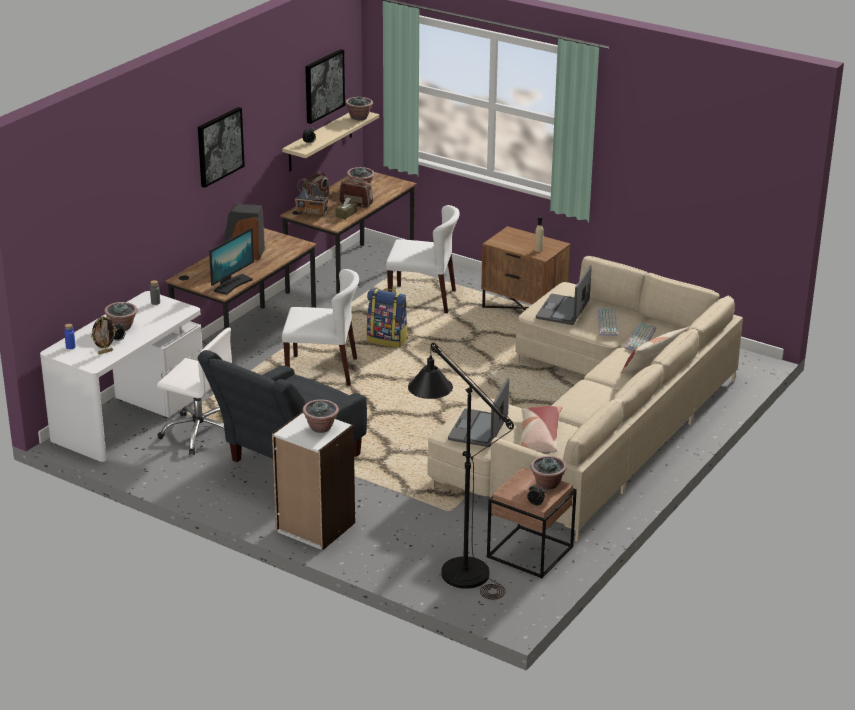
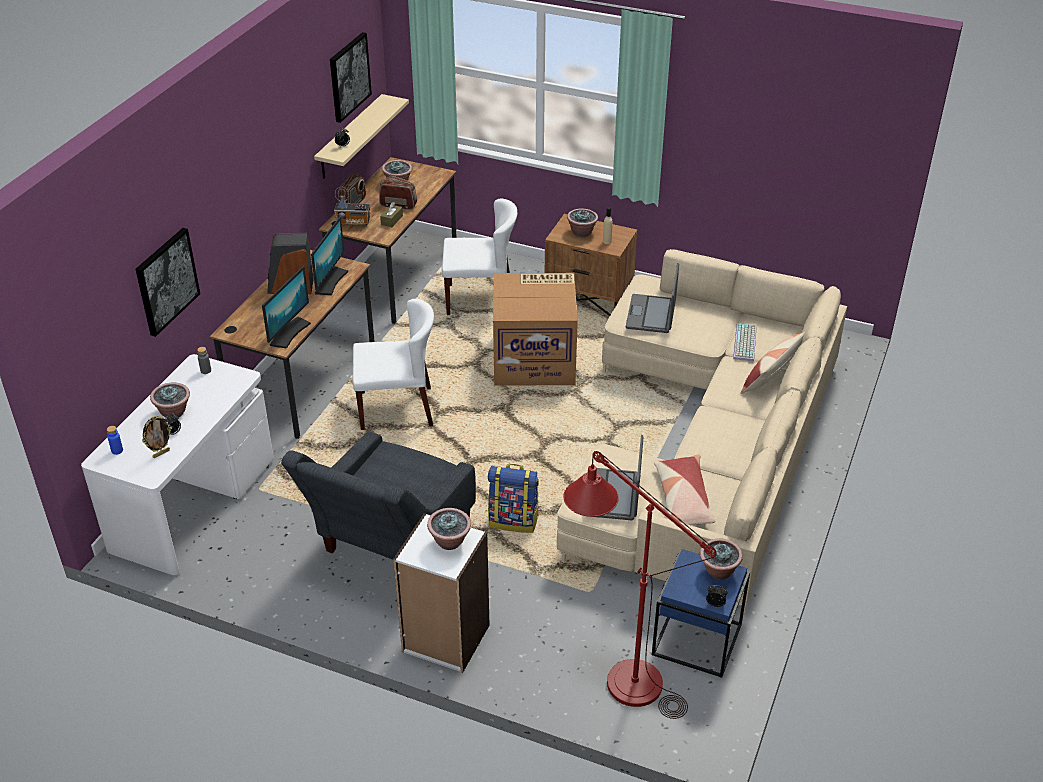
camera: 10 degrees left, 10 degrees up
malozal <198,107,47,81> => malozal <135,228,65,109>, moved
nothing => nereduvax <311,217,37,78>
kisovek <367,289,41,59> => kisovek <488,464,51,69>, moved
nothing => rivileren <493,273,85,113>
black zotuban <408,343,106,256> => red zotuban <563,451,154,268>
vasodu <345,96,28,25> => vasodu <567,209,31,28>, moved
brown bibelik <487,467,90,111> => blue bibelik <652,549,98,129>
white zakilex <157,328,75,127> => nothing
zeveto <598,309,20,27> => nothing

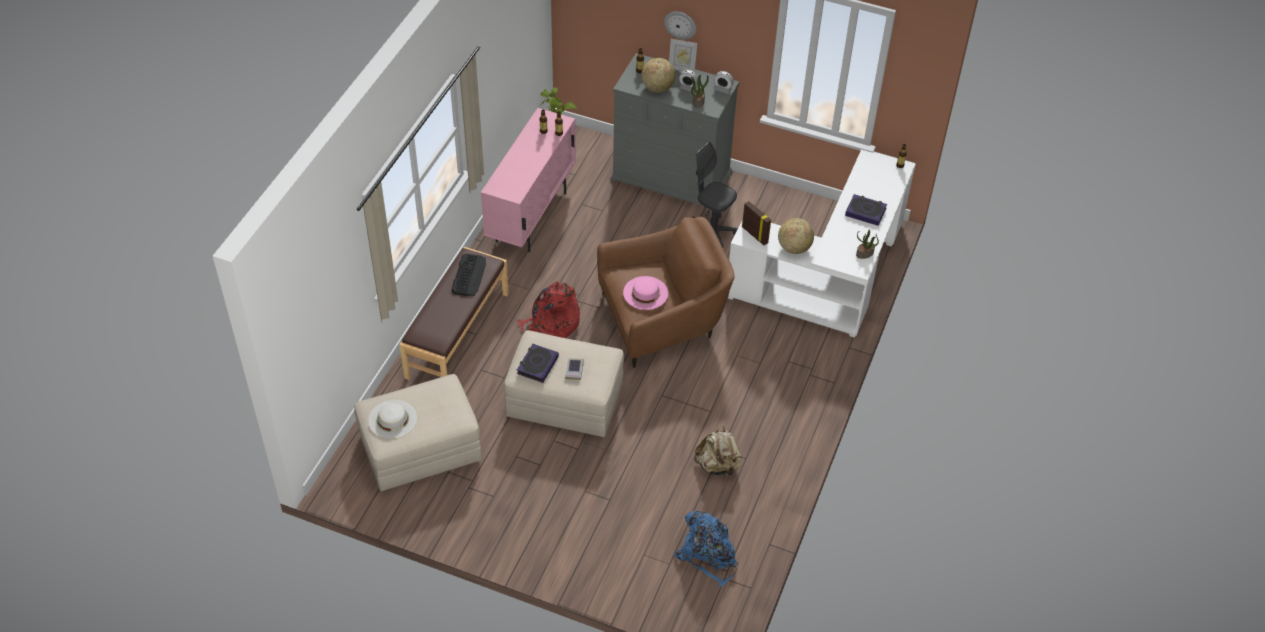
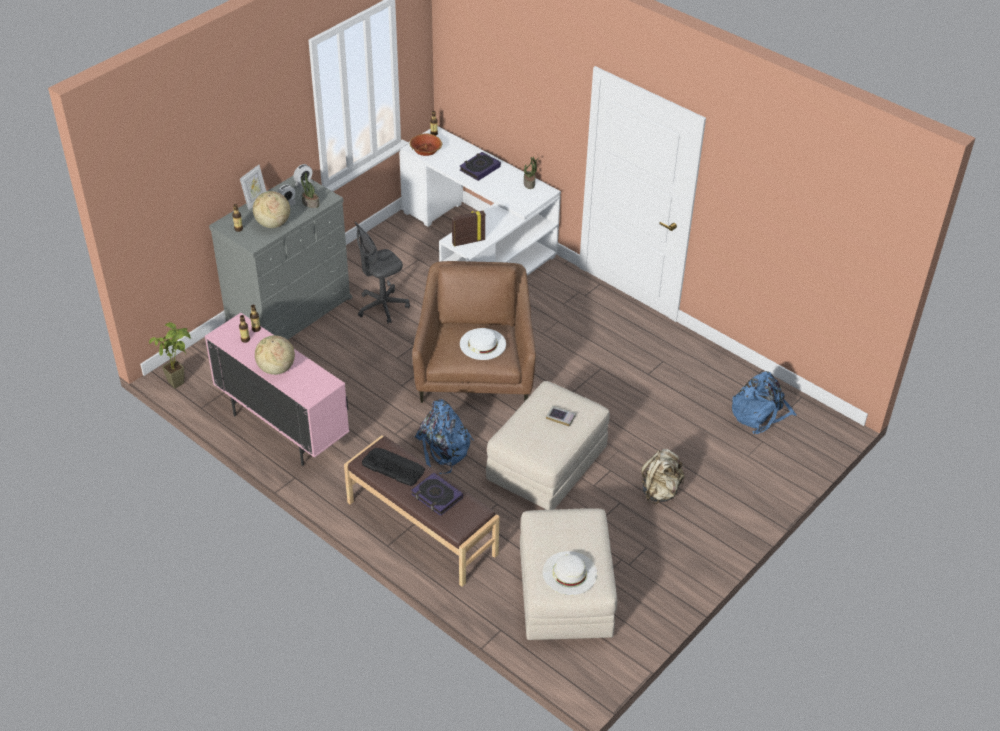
camera: 70 degrees left, 5 degrees down
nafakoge <778,218,36,36> => nafakoge <255,335,40,40>, moved
nothing => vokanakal <410,133,32,23>
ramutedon <517,344,42,39> => ramutedon <411,472,52,44>, moved
red kisovek <517,281,63,57> => blue kisovek <415,399,59,75>
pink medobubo <623,276,45,34> => white medobubo <460,328,46,32>
beige kisovek <694,426,48,51> => beige kisovek <641,449,43,55>, moved
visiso <664,12,32,28> => nothing

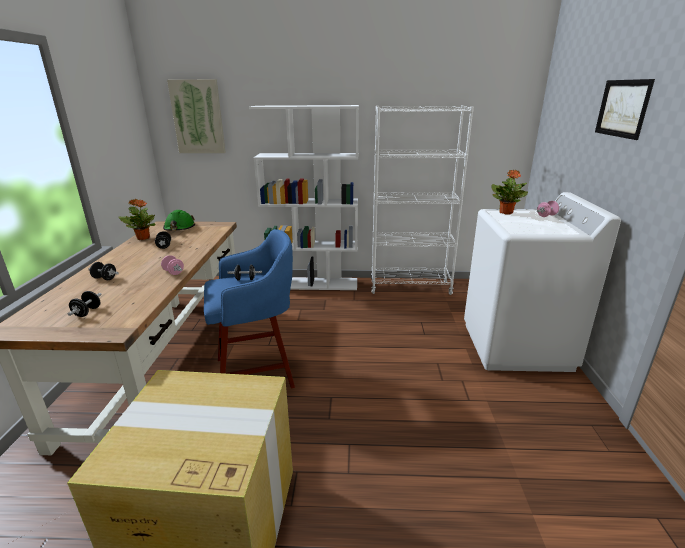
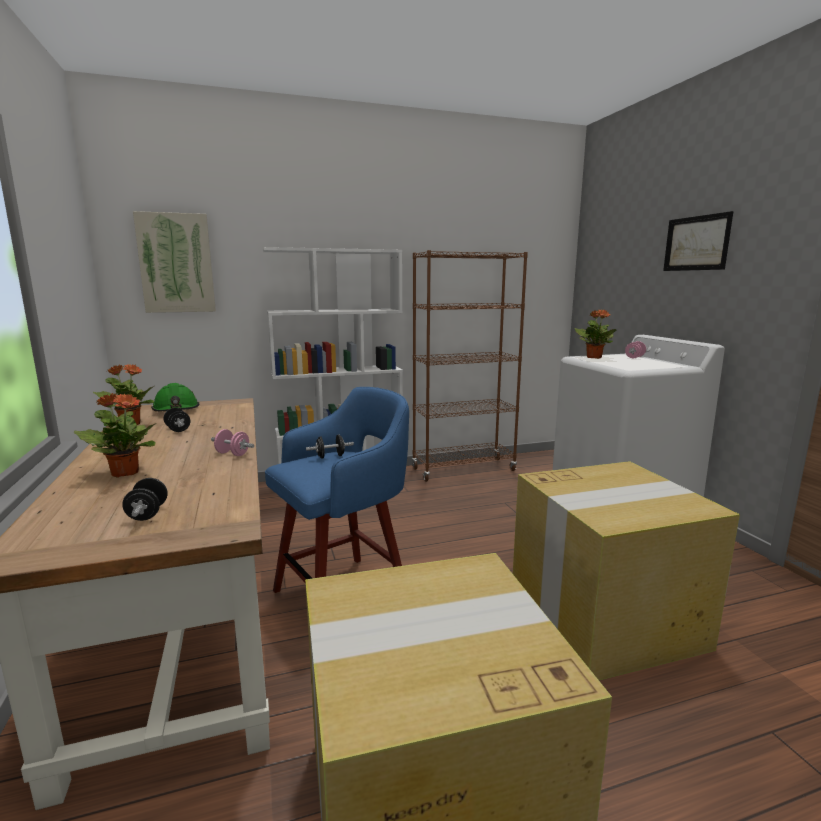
camera: 20 degrees left, 10 degrees down
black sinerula <88,262,31,18> => vasodu <74,393,82,84>
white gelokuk <371,105,103,190> => brown gelokuk <412,250,116,232>
nothing => rivileren <513,461,227,219>

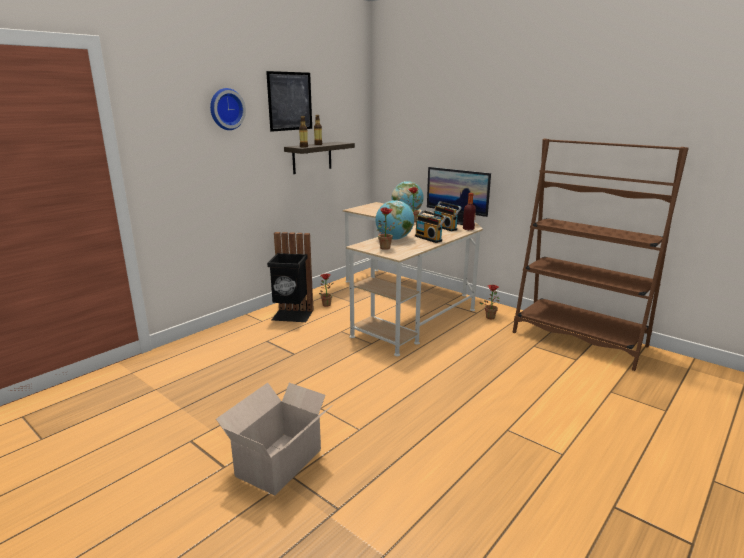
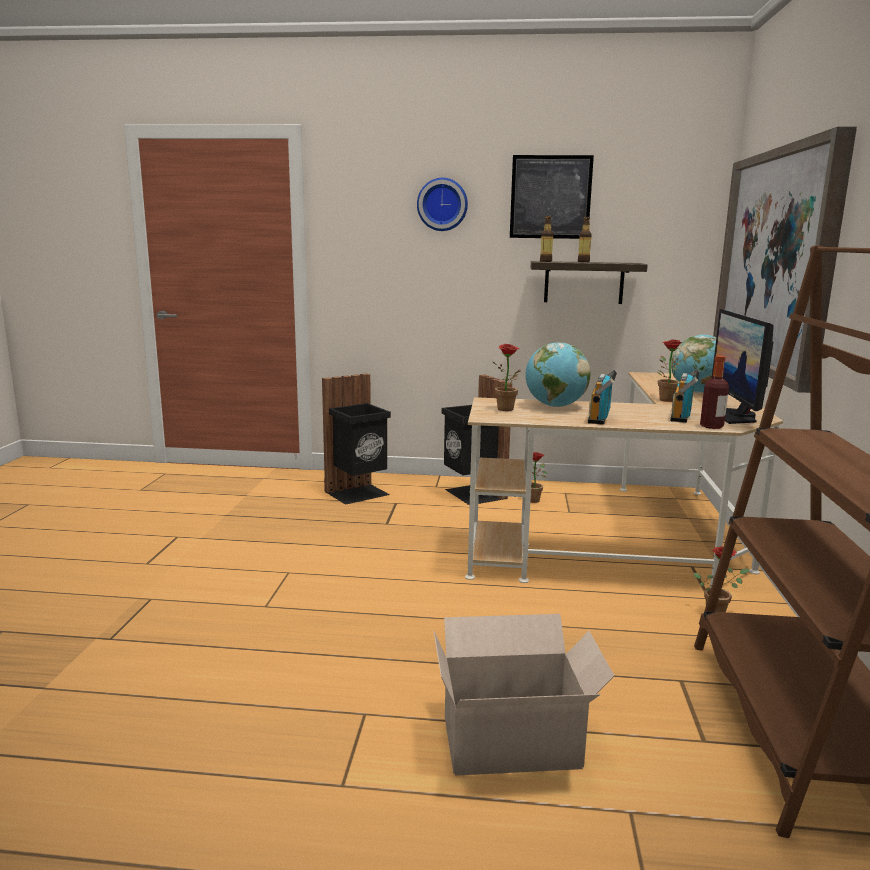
camera: 55 degrees right, 5 degrees down
nothing => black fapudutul <322,373,69,132>
rivileren <216,383,117,112> => rivileren <434,614,180,162>, moved
nothing => malozal <713,127,144,266>

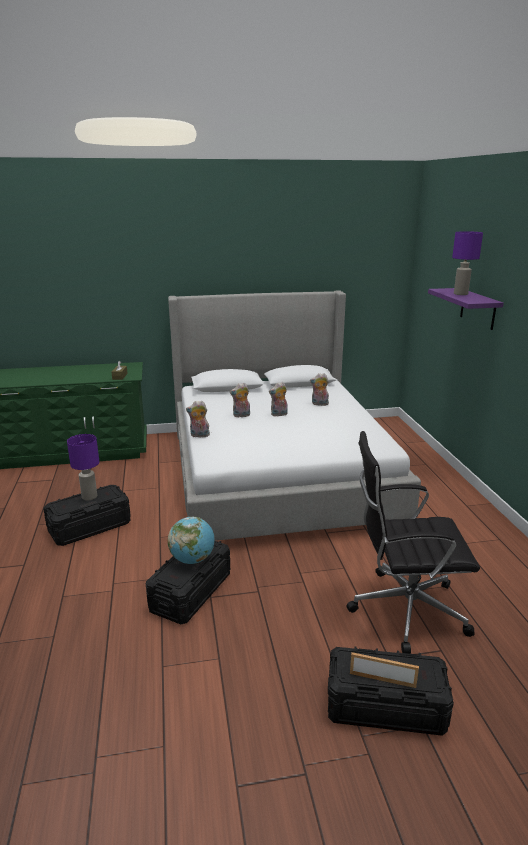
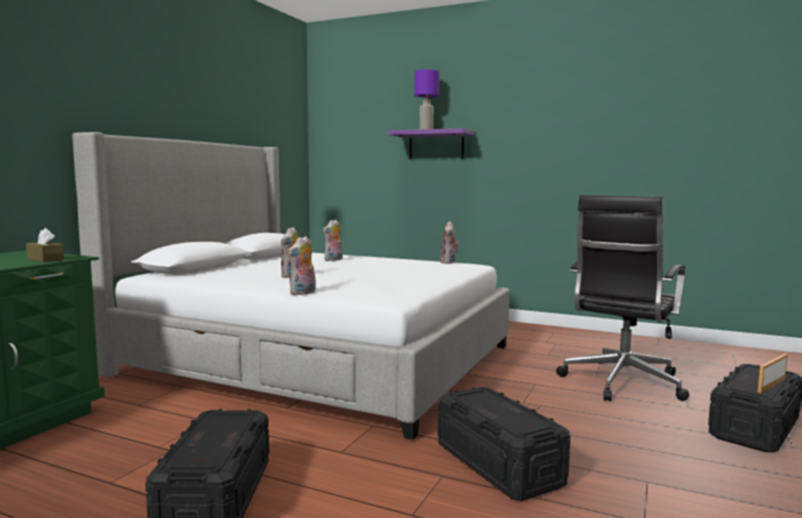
camera: 55 degrees left, 15 degrees down
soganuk <269,382,19,35> => soganuk <440,221,19,43>, moved
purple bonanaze <67,434,32,66> => nothing
nafakoge <168,517,46,47> => nothing

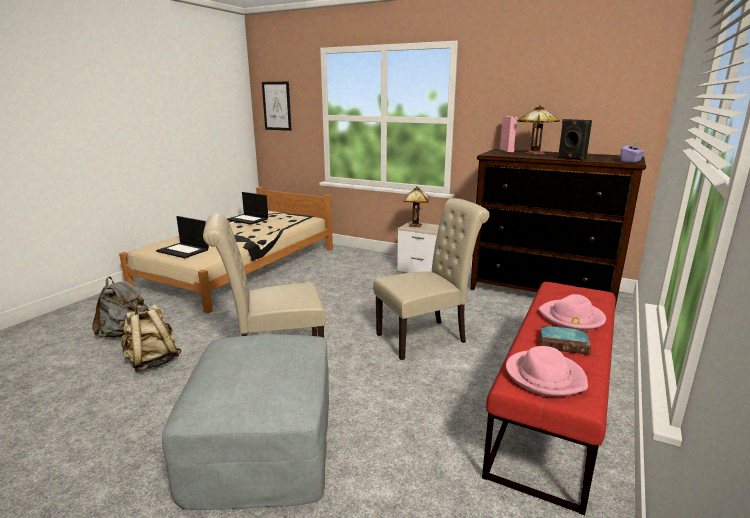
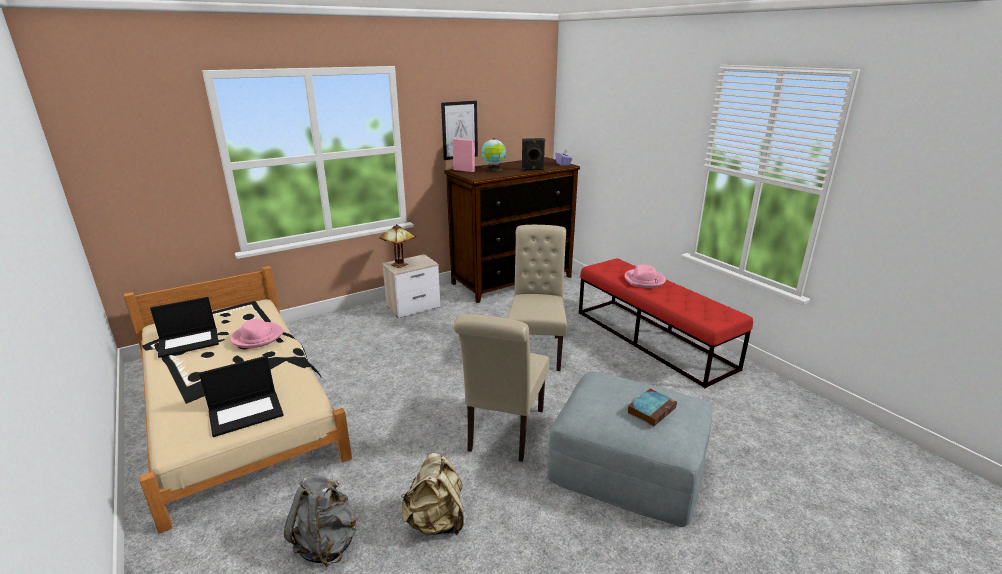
camera: 60 degrees left, 5 degrees up
pink medobubo <506,346,82,51> => pink medobubo <230,319,54,29>, moved
malozal <262,82,30,49> => malozal <441,101,37,59>, moved
bonanaze <517,105,43,50> => nafakoge <481,138,25,33>
ramutedon <539,325,52,30> => ramutedon <627,389,50,37>, moved

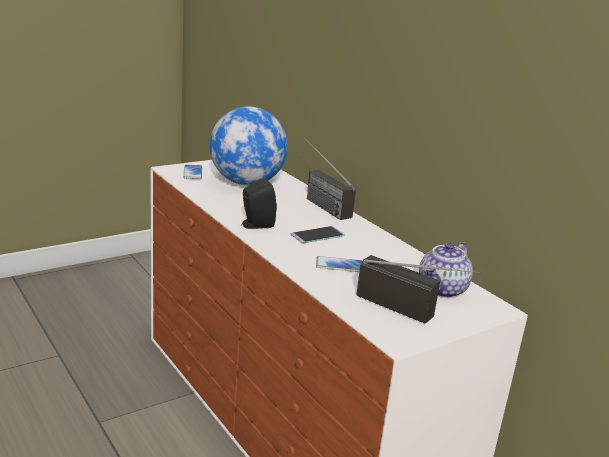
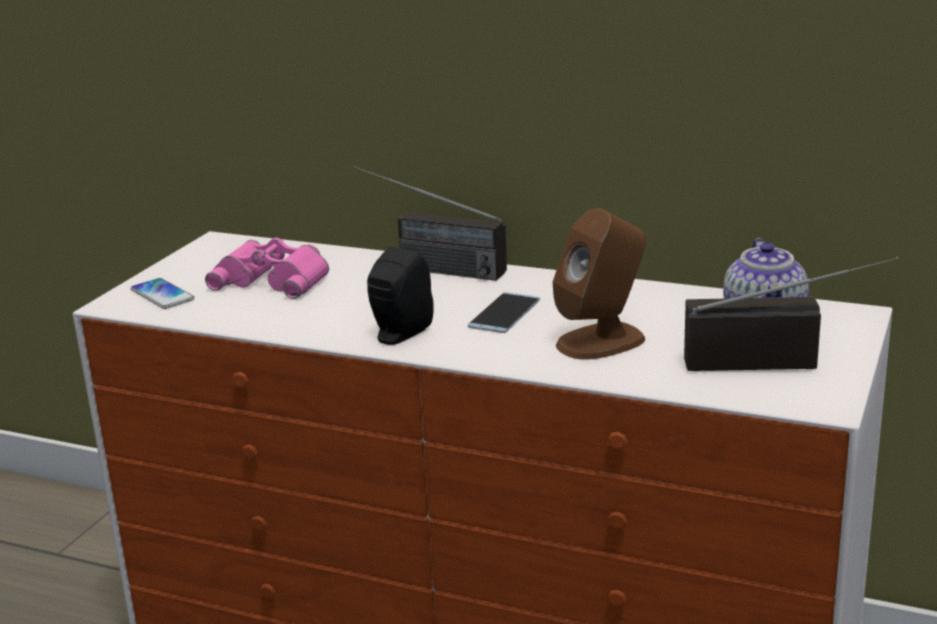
camera: 30 degrees left, 0 degrees up
nafakoge <210,107,78,78> => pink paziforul <205,237,124,62>
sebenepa <316,256,47,16> => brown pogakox <553,208,93,152>

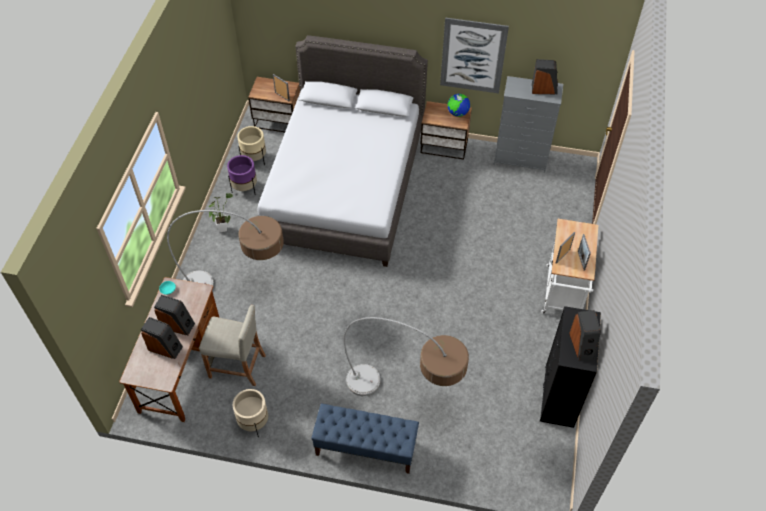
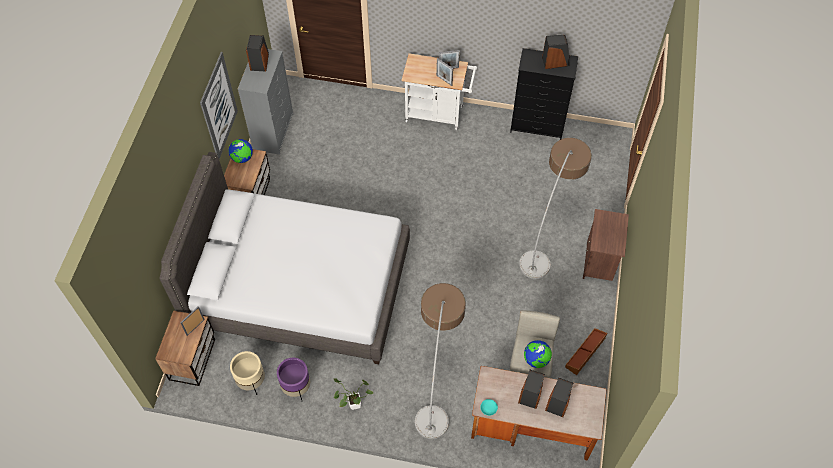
camera: 90 degrees left, 5 degrees up
nothing => nafakoge <524,340,28,28>
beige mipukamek <233,389,35,48> => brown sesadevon <565,328,43,47>
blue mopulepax <311,404,108,70> => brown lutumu <583,209,46,72>

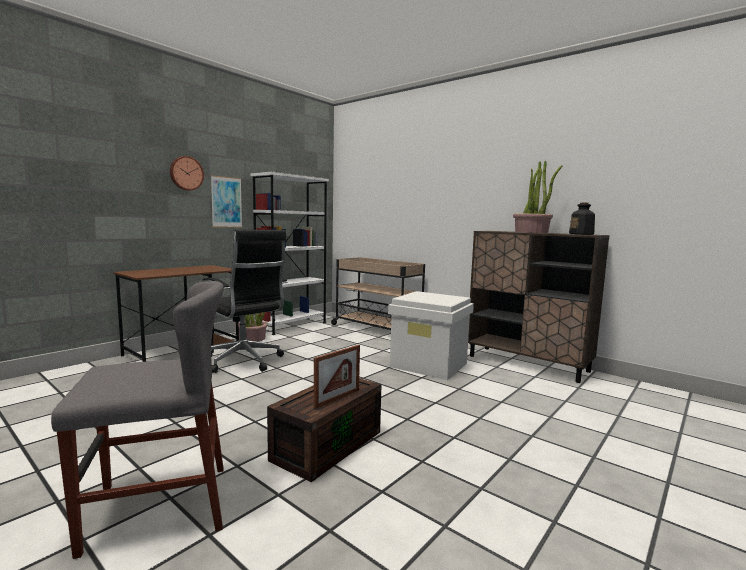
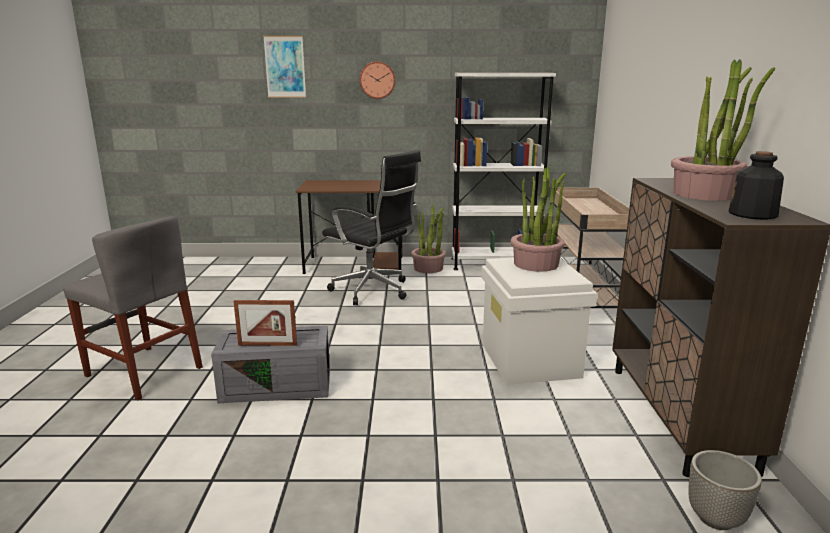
camera: 50 degrees right, 10 degrees up
brown sesadevon <267,378,115,104> => grey sesadevon <211,326,119,77>
malozal <211,175,31,52> => malozal <263,36,43,62>, moved
black zakilex <202,230,86,143> => black zakilex <322,150,99,155>, 60 degrees counterclockwise
nothing => vasodu <511,167,55,105>
nothing => mipukamek <688,450,74,80>

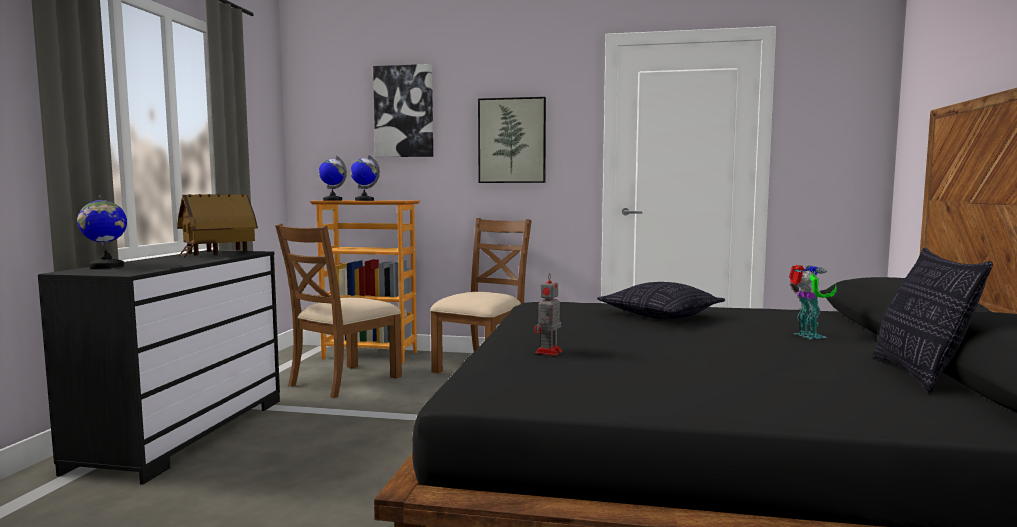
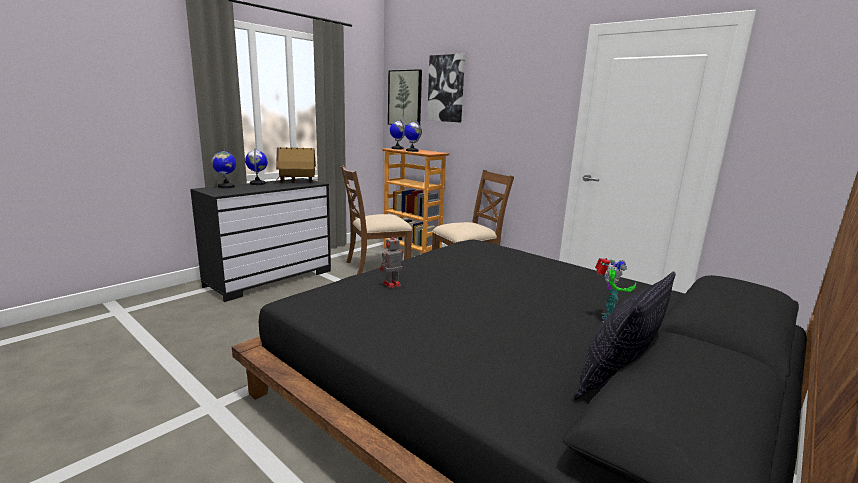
camera: 30 degrees right, 10 degrees up
nothing => nafakoge <245,148,23,37>
malozal <478,97,68,86> => malozal <388,69,34,57>, moved
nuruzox <597,282,128,37> => nothing

